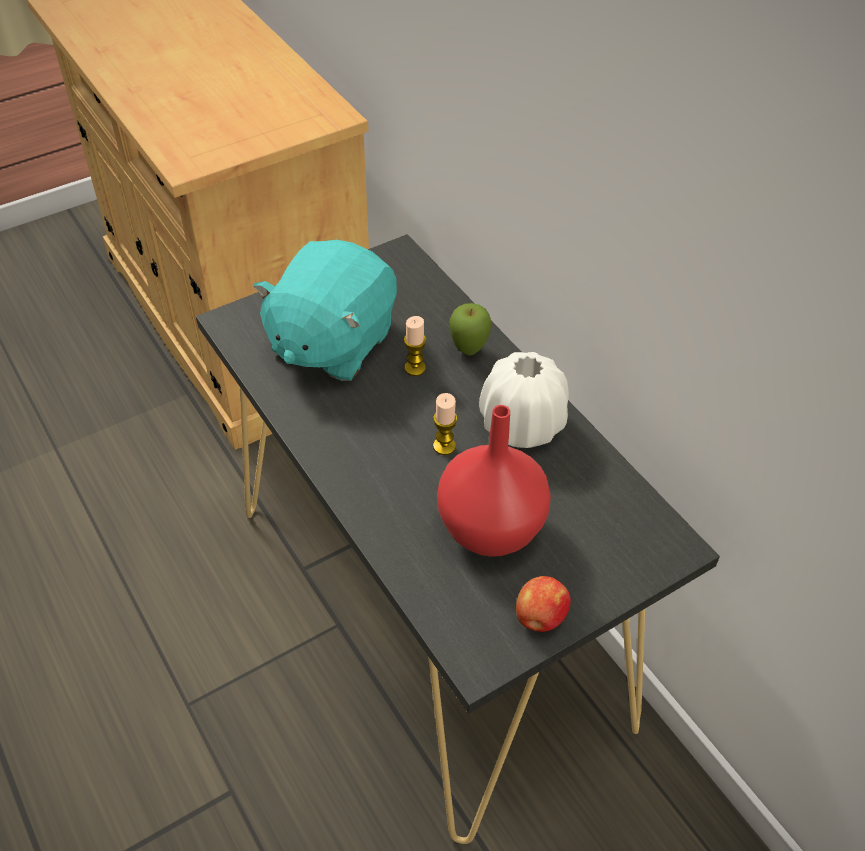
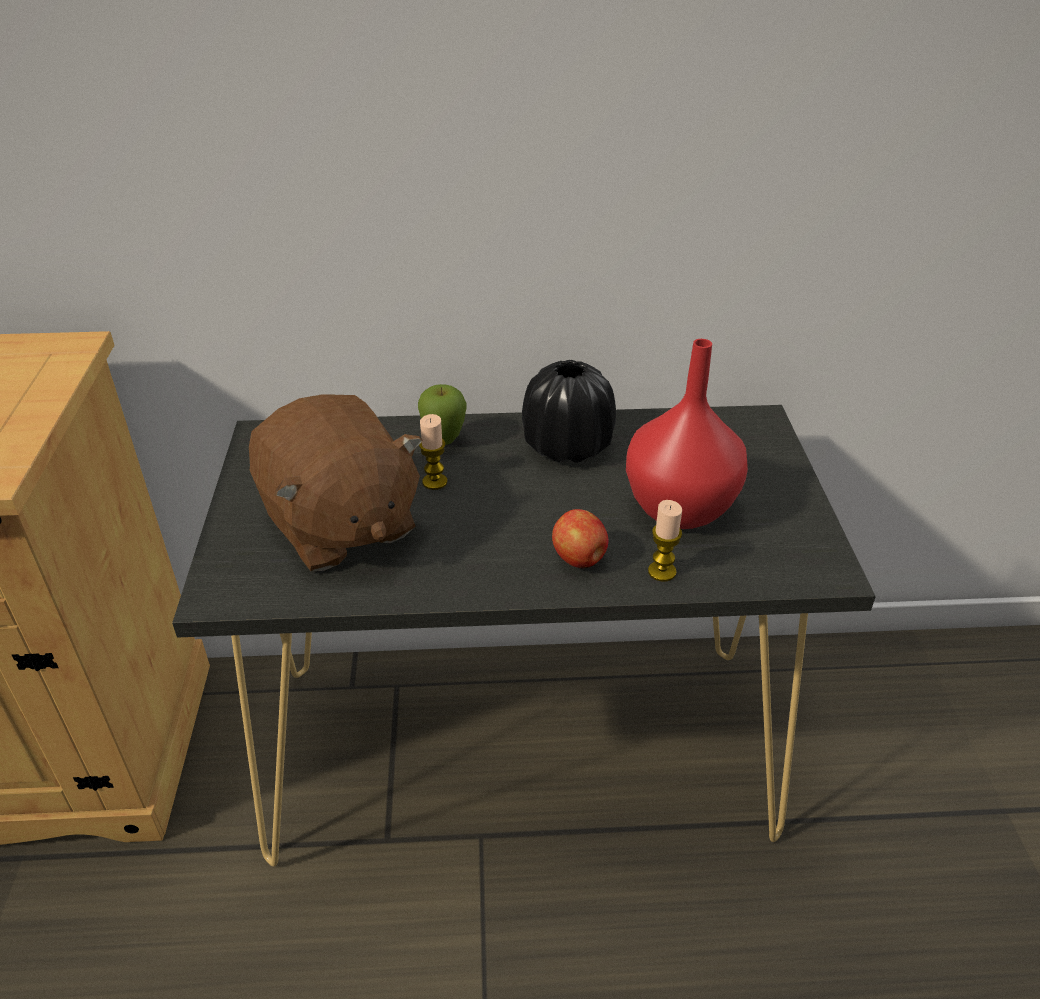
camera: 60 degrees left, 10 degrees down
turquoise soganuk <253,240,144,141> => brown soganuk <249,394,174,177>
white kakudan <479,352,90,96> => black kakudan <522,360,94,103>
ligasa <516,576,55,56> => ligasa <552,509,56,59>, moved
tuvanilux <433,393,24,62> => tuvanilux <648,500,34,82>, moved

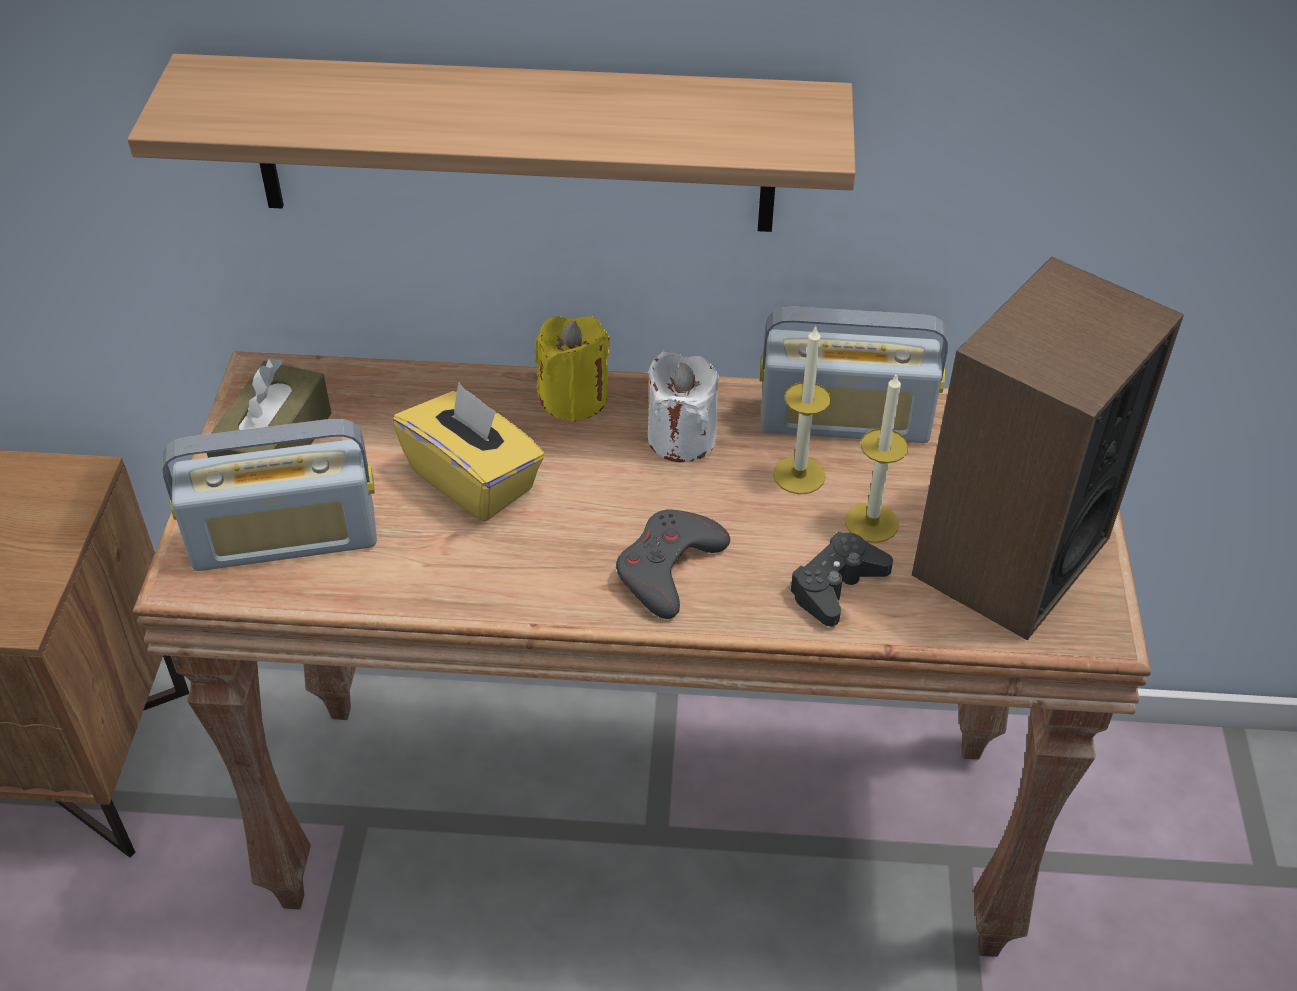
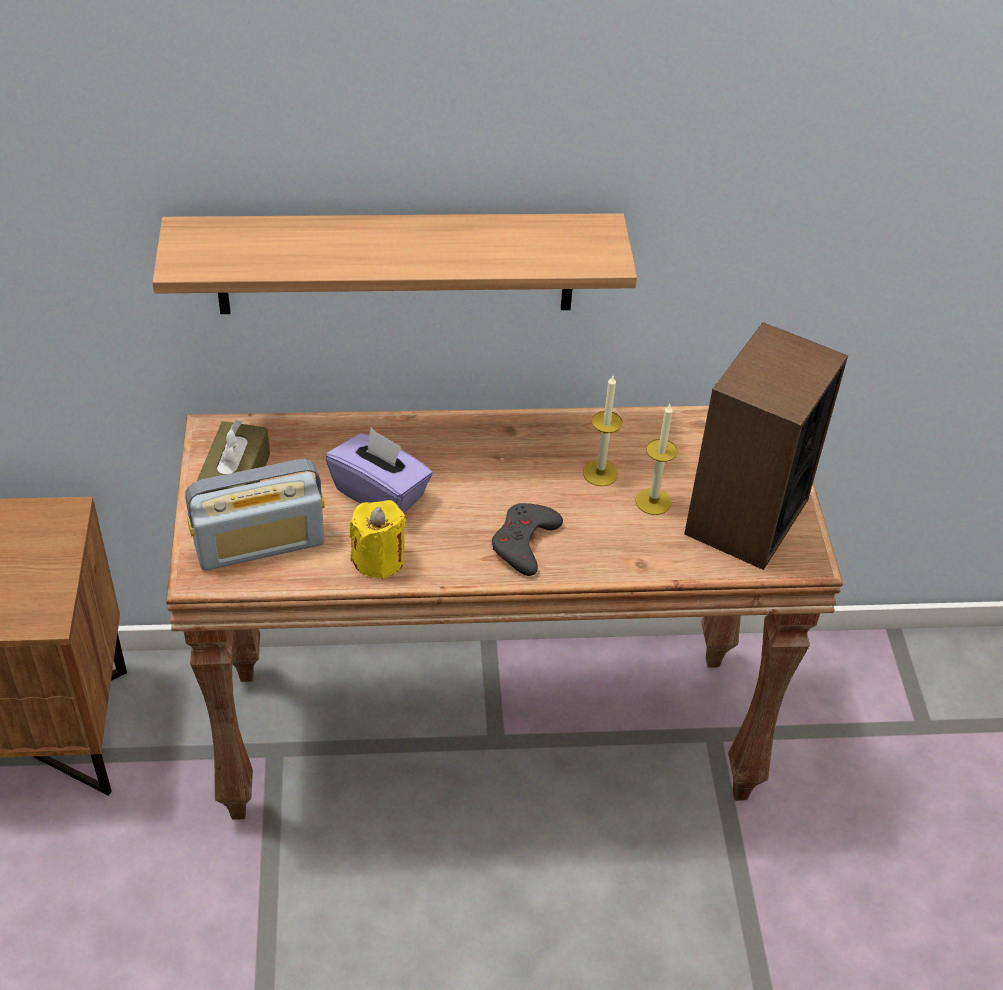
camera: 10 degrees left, 0 degrees up
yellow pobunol <392,382,153,140> => purple pobunol <326,428,107,85>
yellow tuvanilux <535,316,75,106> => yellow tuvanilux <350,500,56,79>, moved
white tuvanilux <648,351,71,111> => nothing
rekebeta <760,307,188,136> => nothing
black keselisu <789,531,104,95> => nothing

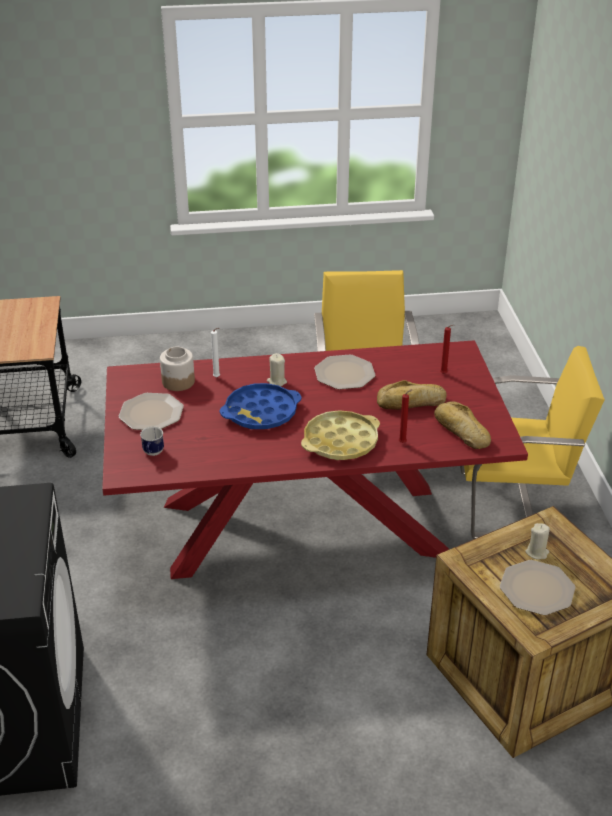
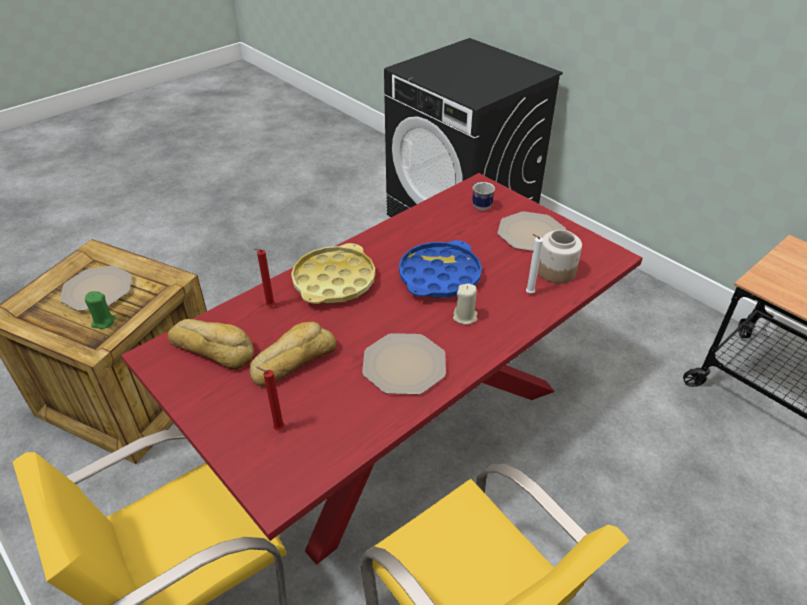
camera: 145 degrees right, 5 degrees up
beige tuvanilux <526,523,24,36> => green tuvanilux <85,291,31,38>

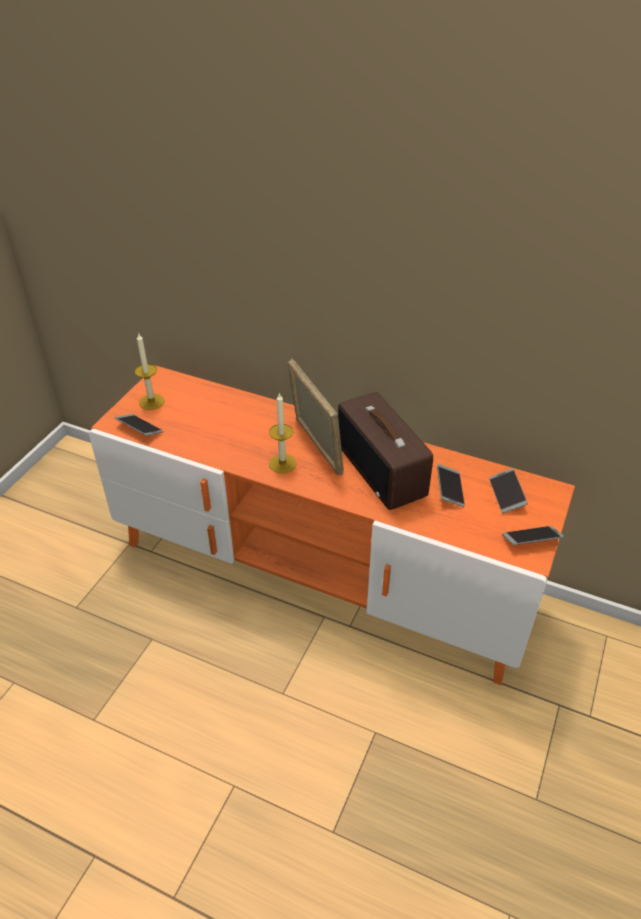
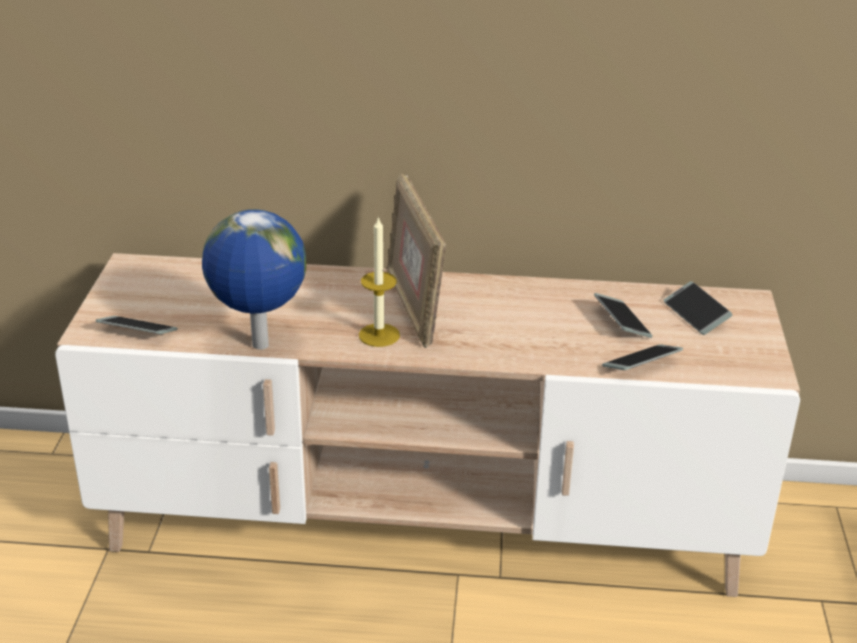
camera: 20 degrees left, 10 degrees down
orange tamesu <89,366,486,319> => beige tamesu <55,253,745,344>
nothing => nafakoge <202,209,104,141>
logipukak <288,358,56,117> => logipukak <387,173,59,175>, 150 degrees counterclockwise
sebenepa <502,526,62,19> => sebenepa <602,344,81,26>, moved
tuvanilux <135,332,29,78> => nothing
rekebeta <338,392,95,118> => nothing

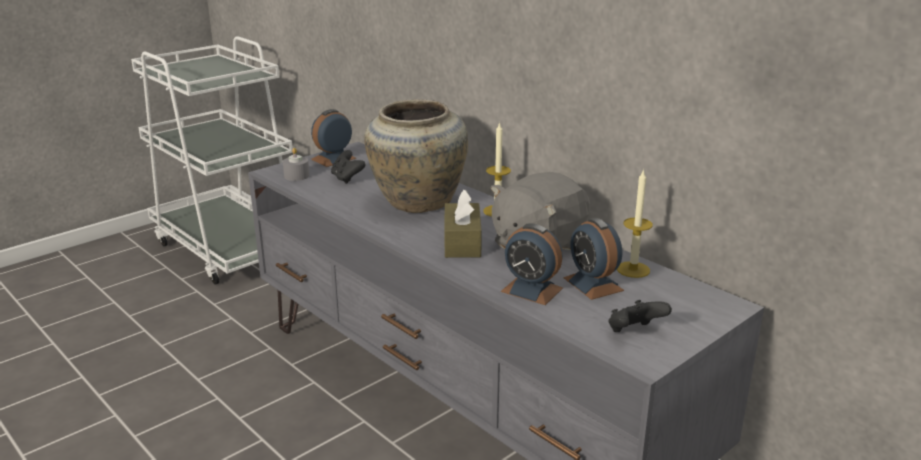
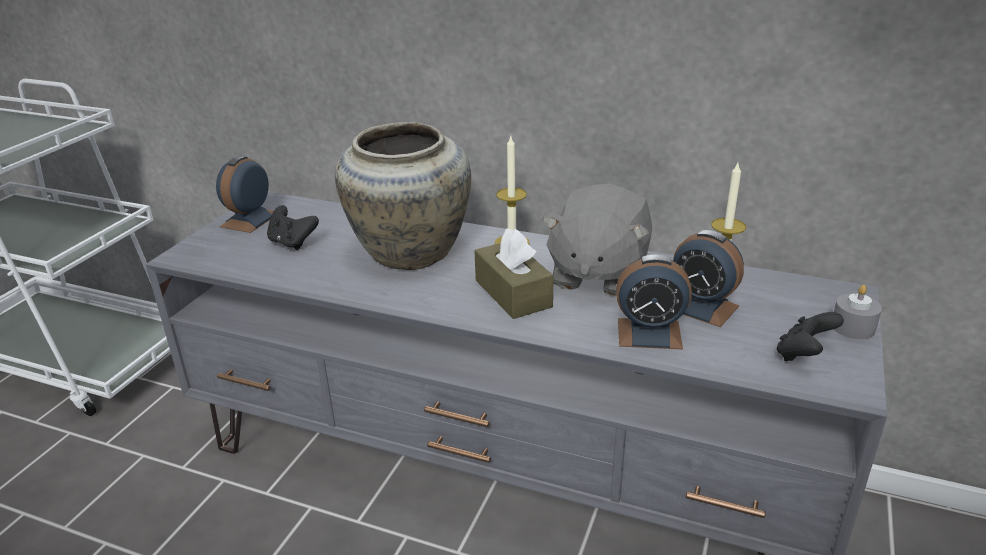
camera: 25 degrees left, 5 degrees up
grey tuvanilux <283,148,27,33> => grey tuvanilux <834,285,48,54>, moved

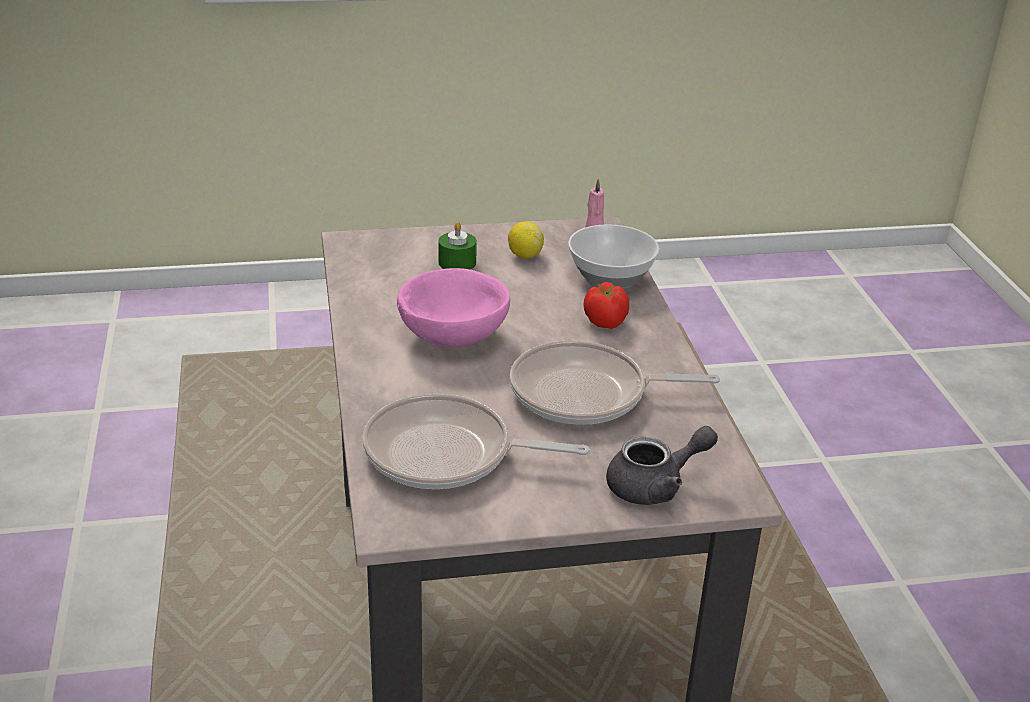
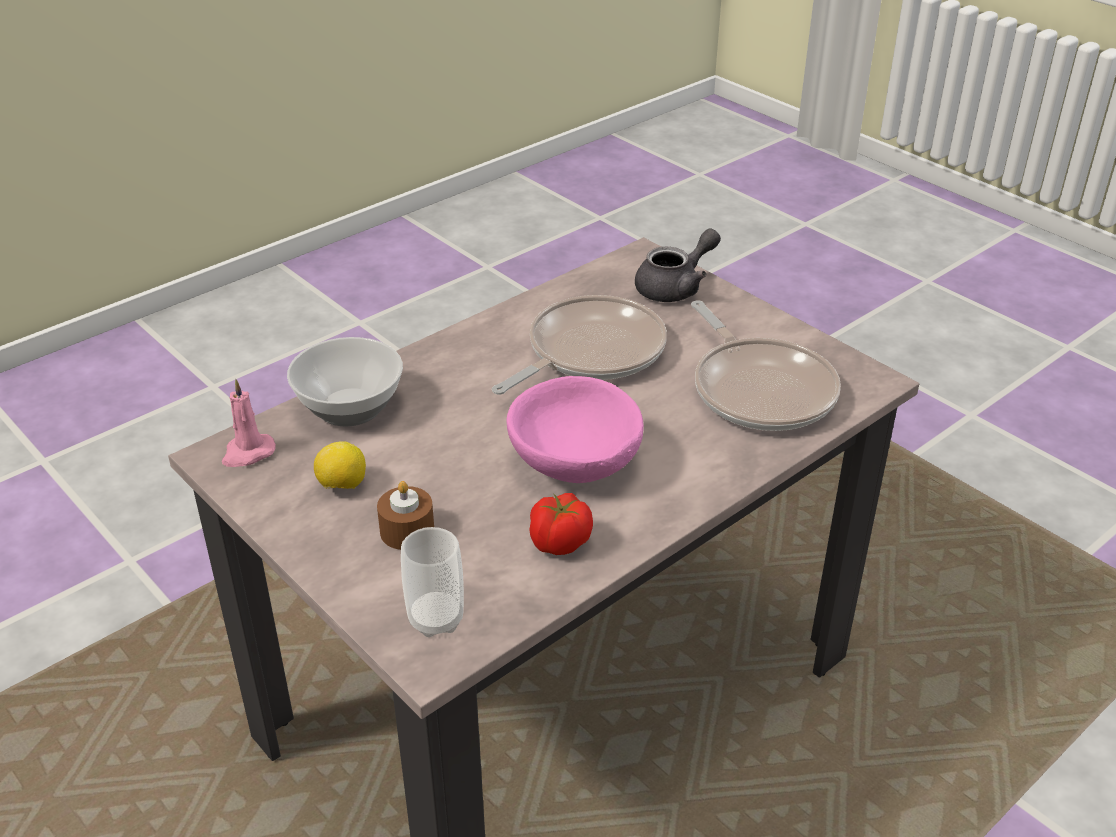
camera: 120 degrees left, 5 degrees up
green tuvanilux <438,222,39,48> => brown tuvanilux <377,481,57,69>
nothing => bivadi <401,527,63,110>
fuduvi <510,341,210,84> => fuduvi <492,295,175,100>, 105 degrees counterclockwise
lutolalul <584,282,45,47> => lutolalul <529,493,64,62>, moved
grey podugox <606,426,112,79> => grey podugox <635,229,86,73>, 105 degrees clockwise

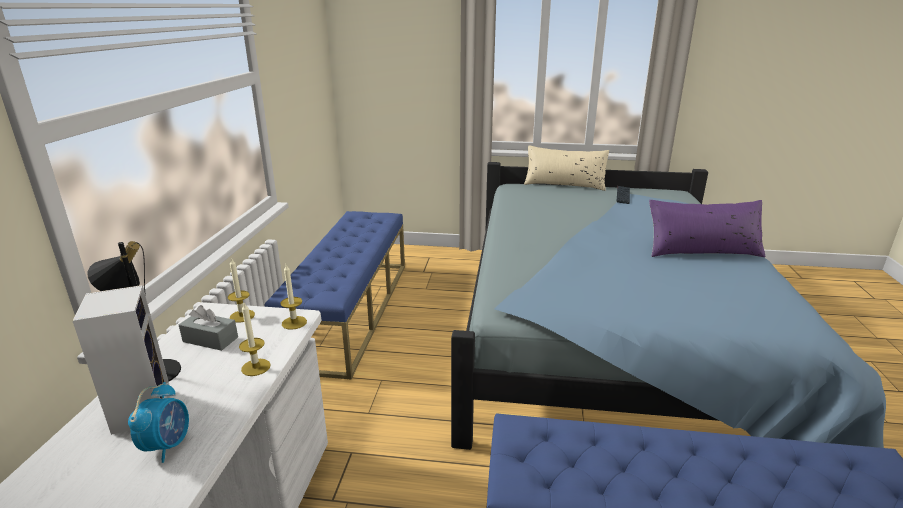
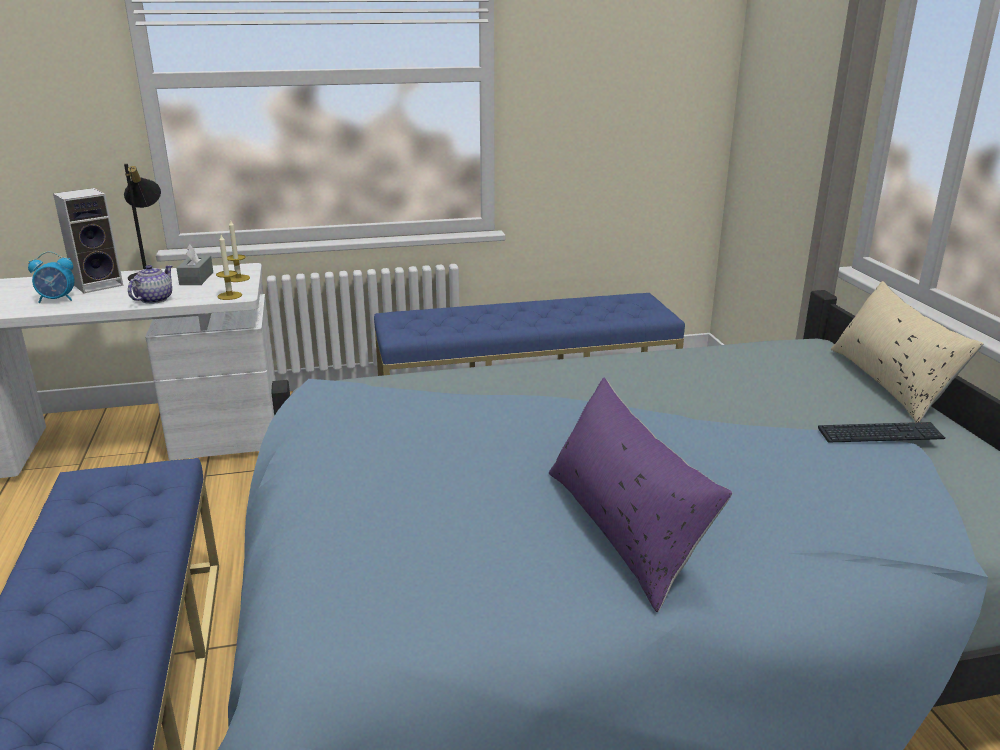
camera: 70 degrees right, 0 degrees up
tuvanilux <239,303,32,73> => podugox <128,265,44,39>

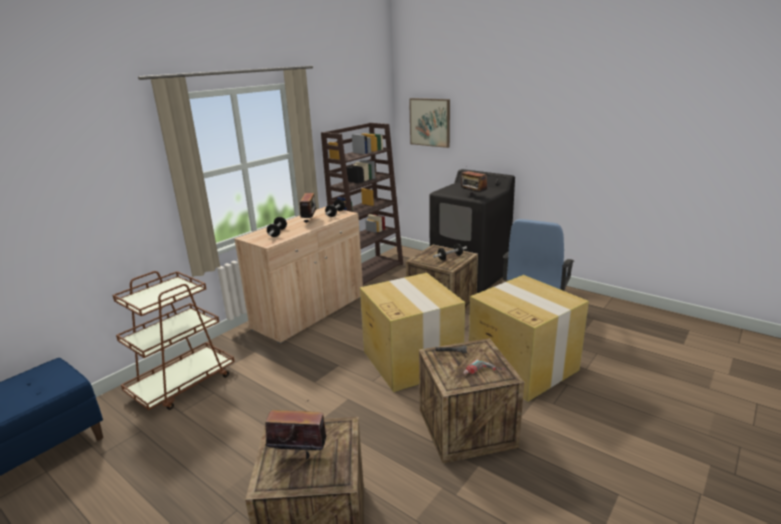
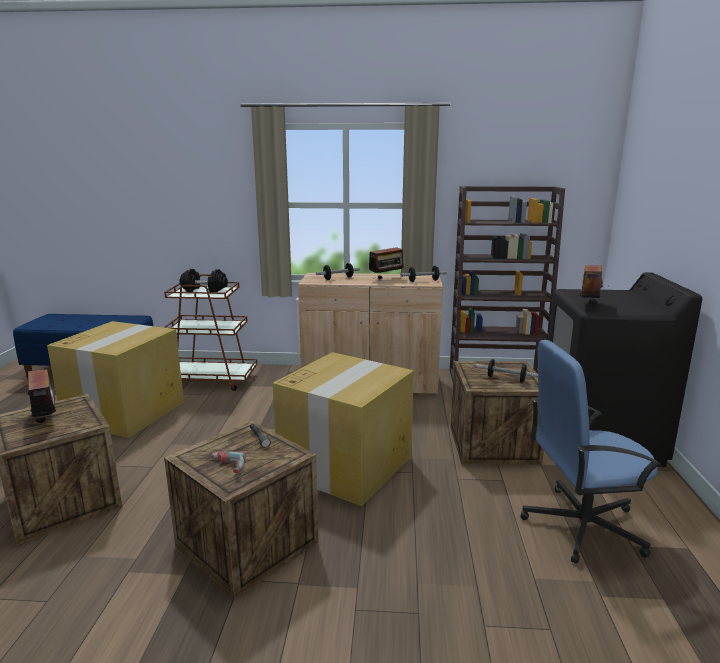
camera: 55 degrees right, 5 degrees down
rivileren <469,275,120,127> => rivileren <47,321,137,117>, moved
nothing => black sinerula <180,269,48,23>
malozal <409,98,41,50> => nothing

